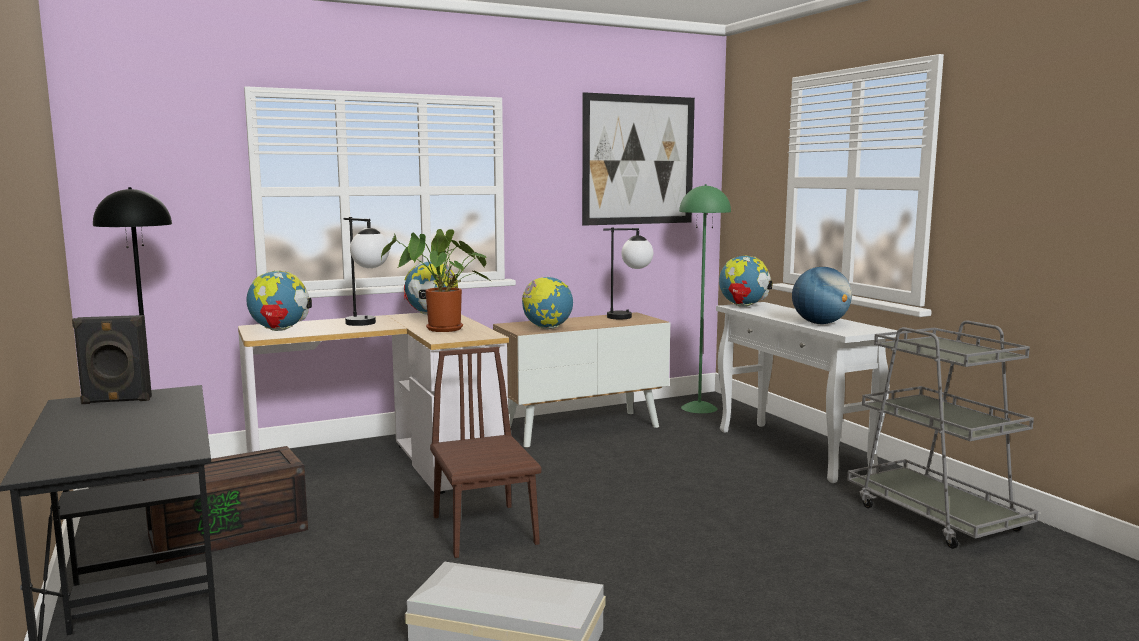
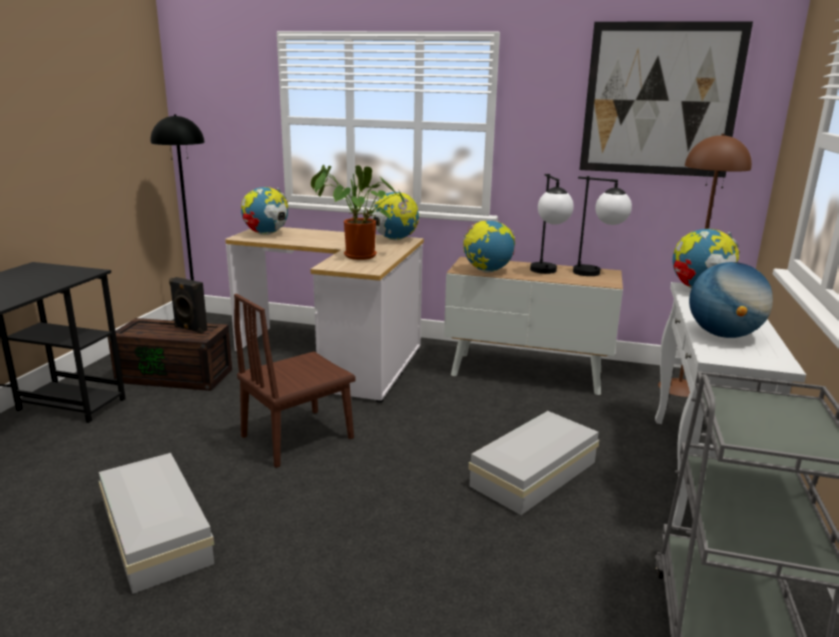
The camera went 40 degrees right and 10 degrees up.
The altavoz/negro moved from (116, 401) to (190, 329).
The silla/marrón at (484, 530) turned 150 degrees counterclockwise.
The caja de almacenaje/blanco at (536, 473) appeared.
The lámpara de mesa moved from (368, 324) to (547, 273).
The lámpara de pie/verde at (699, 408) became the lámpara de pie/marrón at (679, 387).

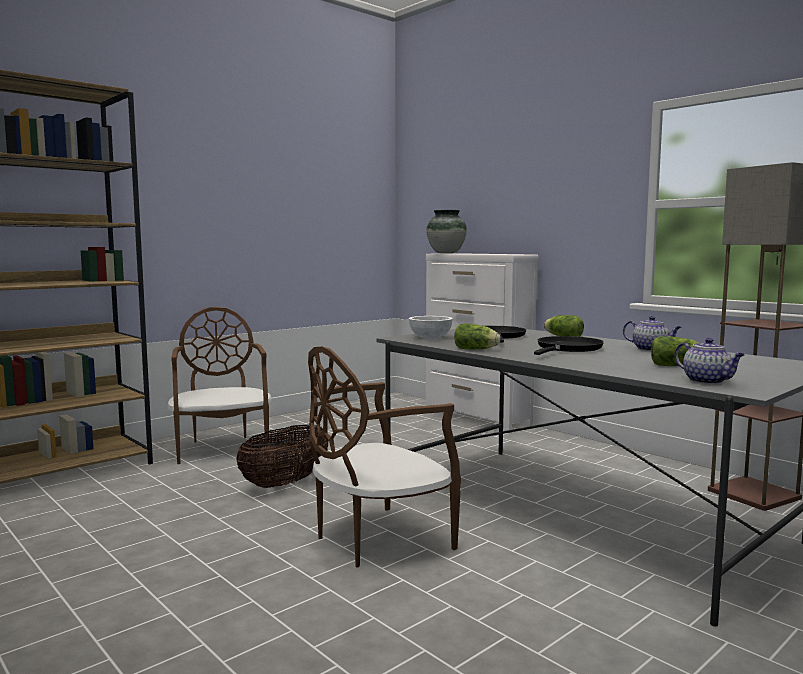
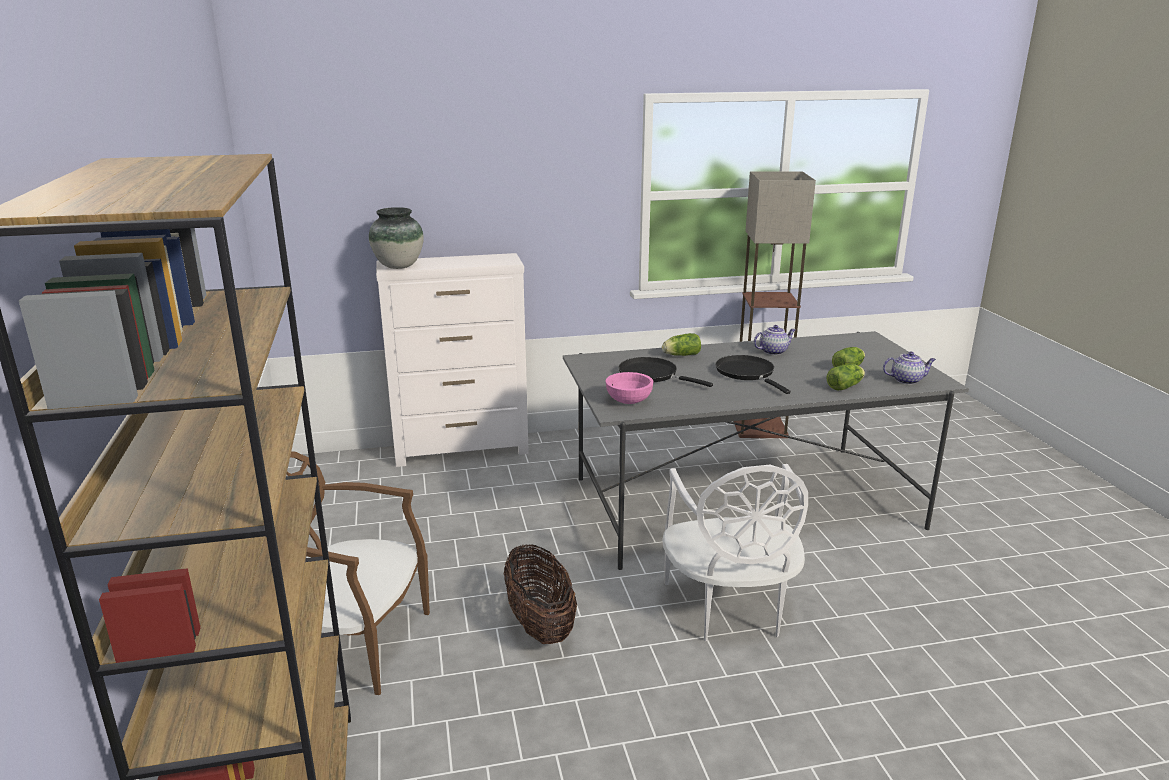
The camera went 60 degrees left and 15 degrees up.
The cuenco/blanco at (430, 338) became the cuenco/rosa at (628, 400).
The silla/marrón at (377, 539) became the silla/blanco at (729, 609).
The lechuga moved from (477, 349) to (846, 386).

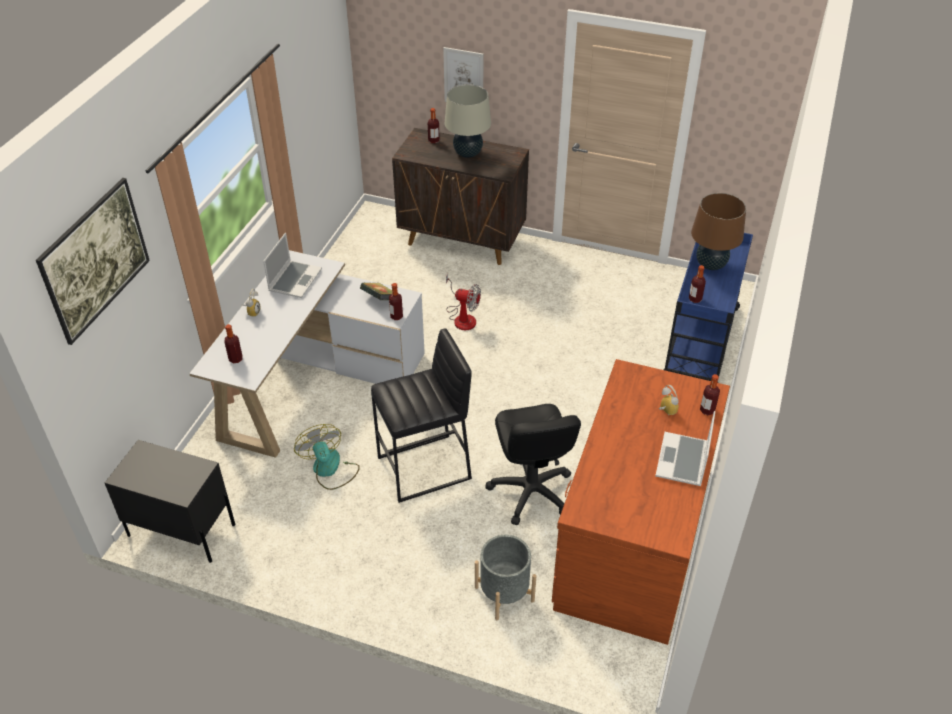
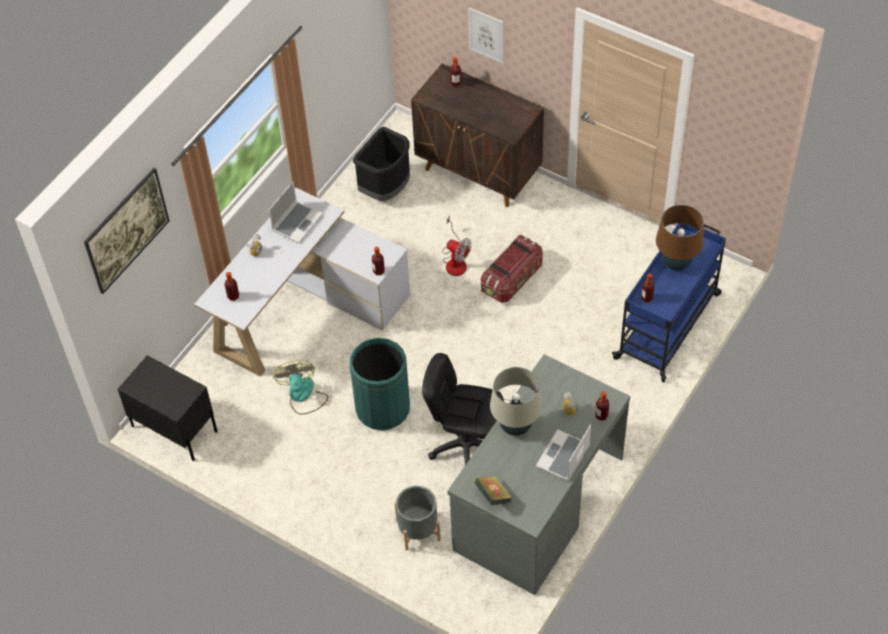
The camera went 15 degrees right and 10 degrees up.
The taburete/negro at (425, 468) was replaced by the papelera/verde at (383, 408).
The papelera/negro at (386, 189) appeared.
The silla de oficina/negro at (531, 491) turned 105 degrees clockwise.
The escritorio/marrón at (632, 539) became the escritorio/gris at (537, 504).
The libro moved from (380, 300) to (493, 496).
The caja de almacenaje at (512, 279) appeared.
The lámpara de mesa/beis moved from (468, 153) to (515, 426).

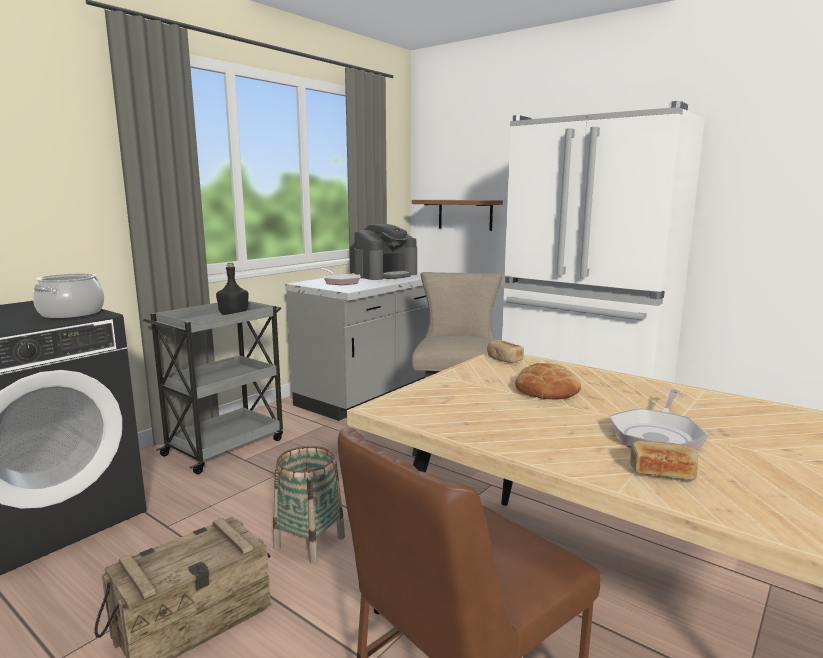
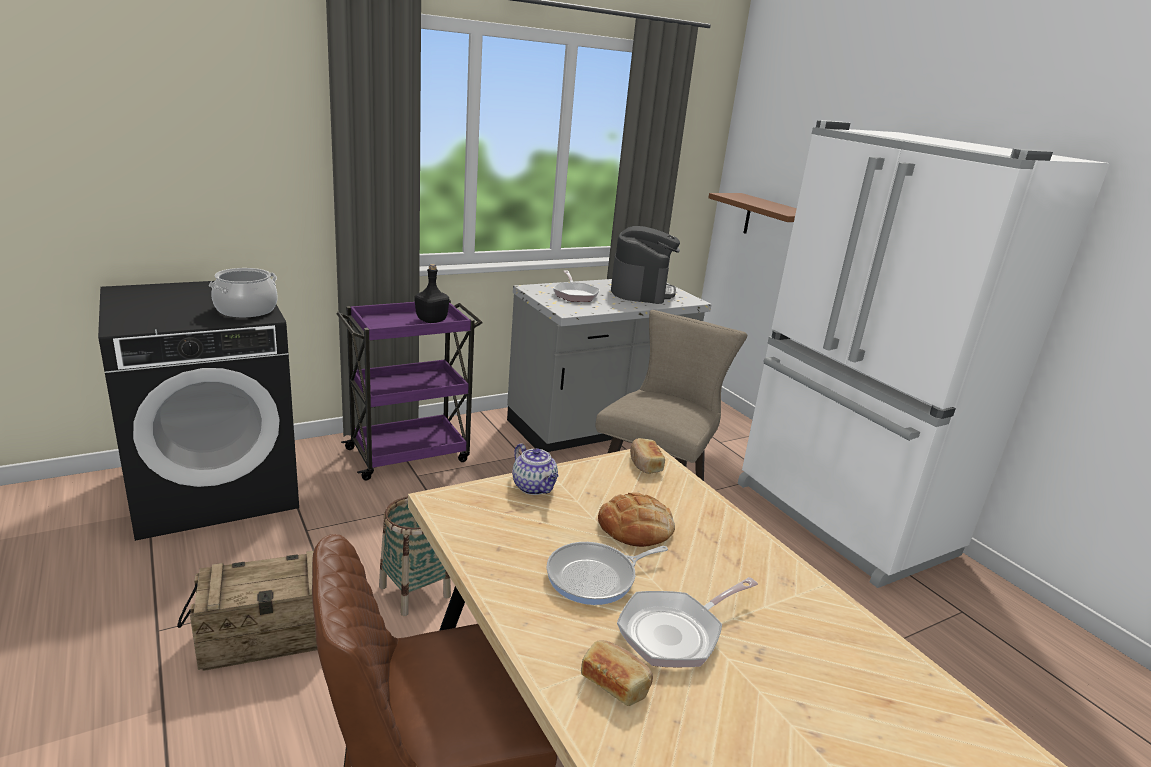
The camera went 20 degrees right and 10 degrees up.
The carrito/gris at (226, 446) became the carrito/morado at (410, 454).
The tetera at (535, 487) appeared.
The sartén at (595, 577) appeared.
The cafetera at (385, 275) turned 60 degrees counterclockwise.

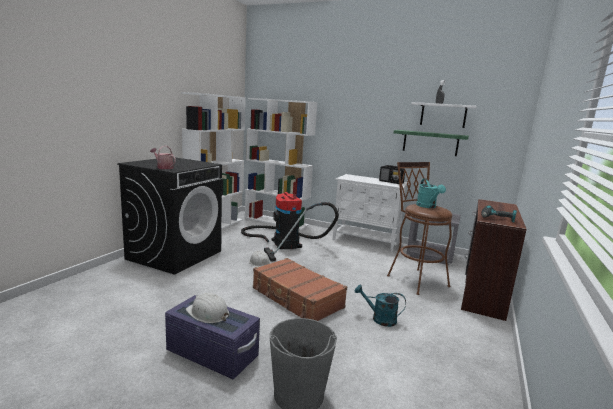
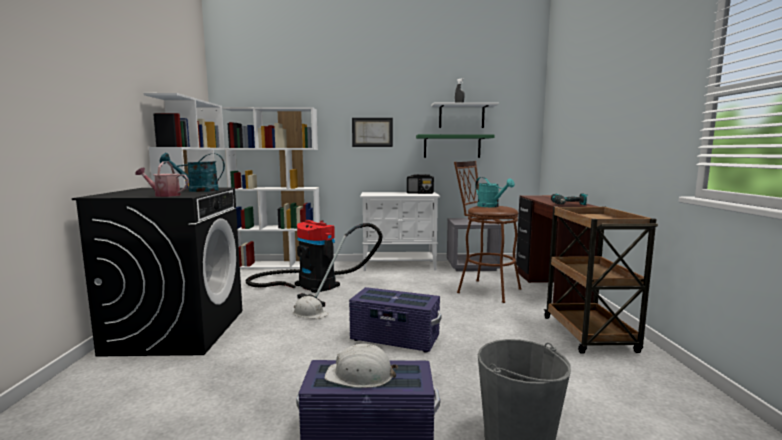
The camera went 25 degrees left and 5 degrees down.
The regadera/turquesa moved from (379, 319) to (197, 190).
The maleta/marrón at (296, 298) was replaced by the caja de almacenaje/morado at (395, 339).
The cuadro at (372, 132) appeared.
The carrito/marrón at (589, 335) appeared.

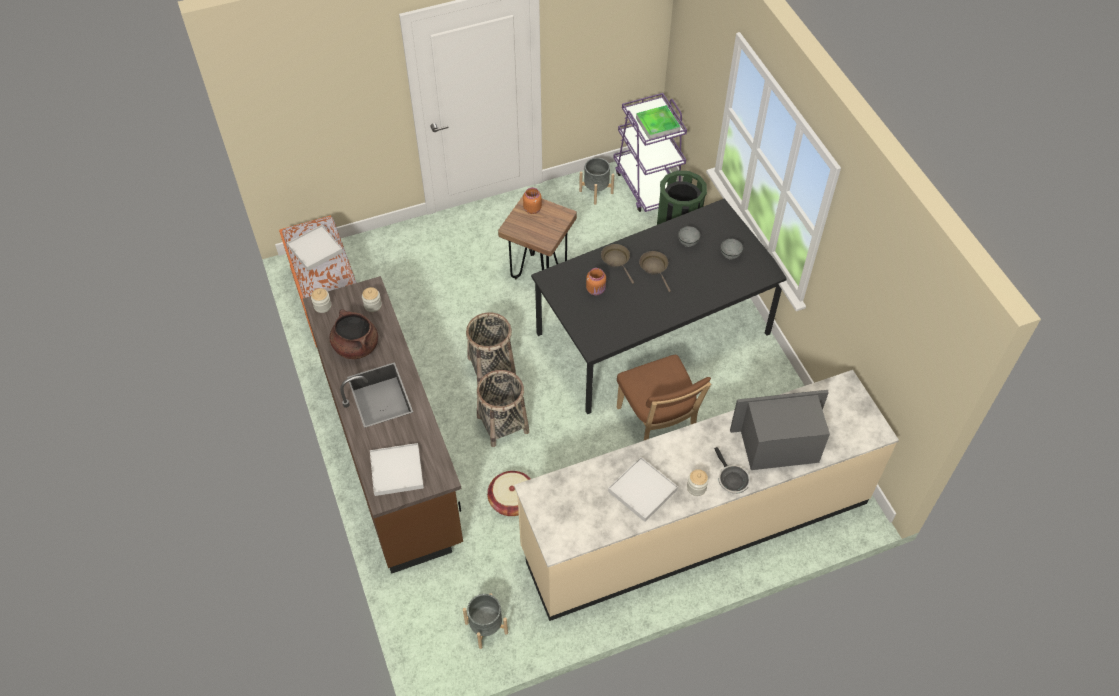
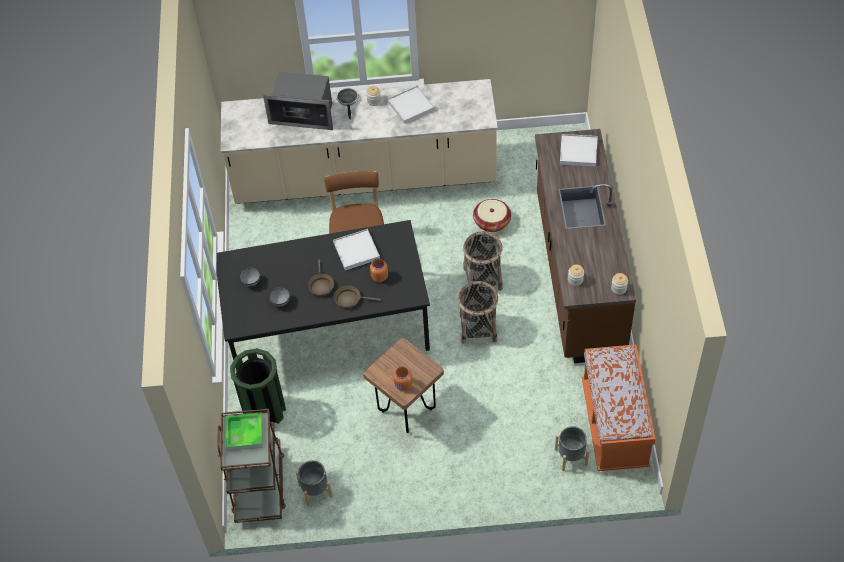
The camera went 160 degrees left and 0 degrees up.
The carrito/morado at (648, 185) became the carrito/marrón at (259, 485).
The bandeja/blanco moved from (315, 249) to (356, 251).
The sartén/marrón at (617, 261) turned 105 degrees clockwise.
The maceta/gris moved from (486, 628) to (571, 456).
The olla/marrón at (356, 346) disappeared.

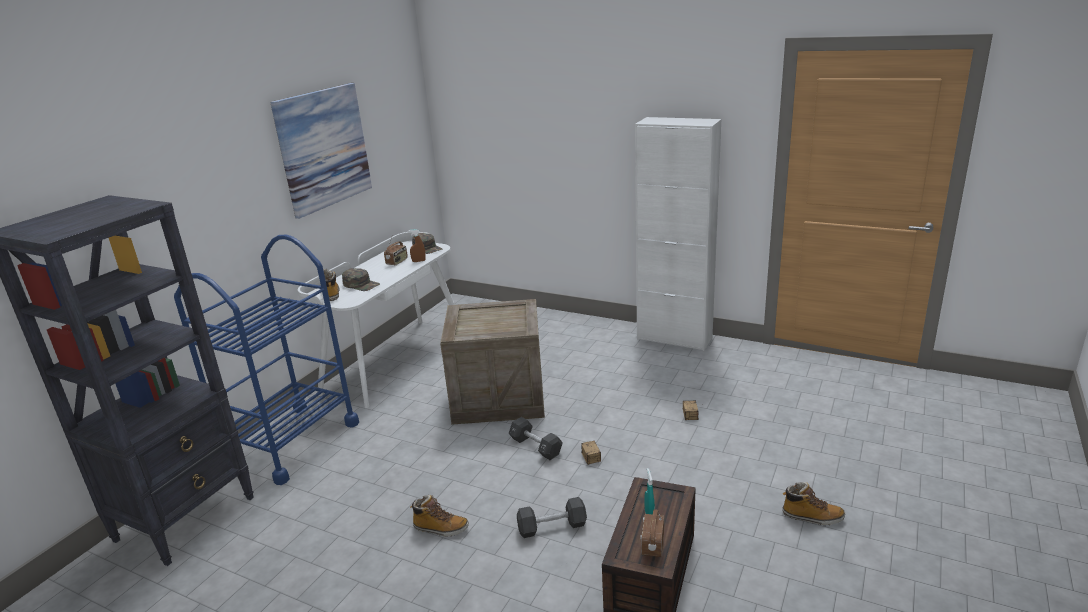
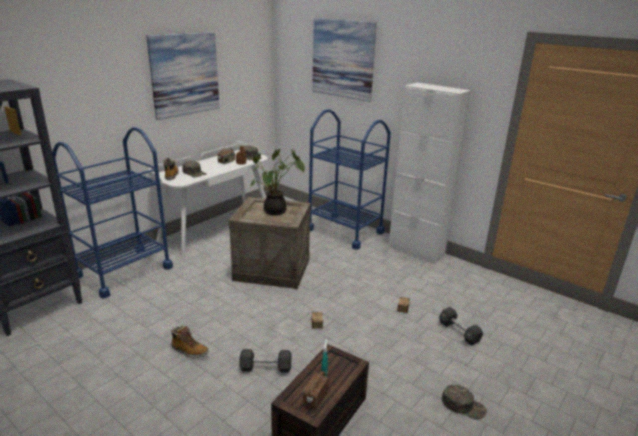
The camera went 10 degrees right and 0 degrees up.
The planta en maceta at (275, 212) appeared.
The carrito/azul at (344, 231) appeared.
The cuadro at (343, 59) appeared.
The mancuerna/negro moved from (535, 446) to (459, 332).
The bota at (812, 517) was replaced by the gorra/verde at (463, 405).

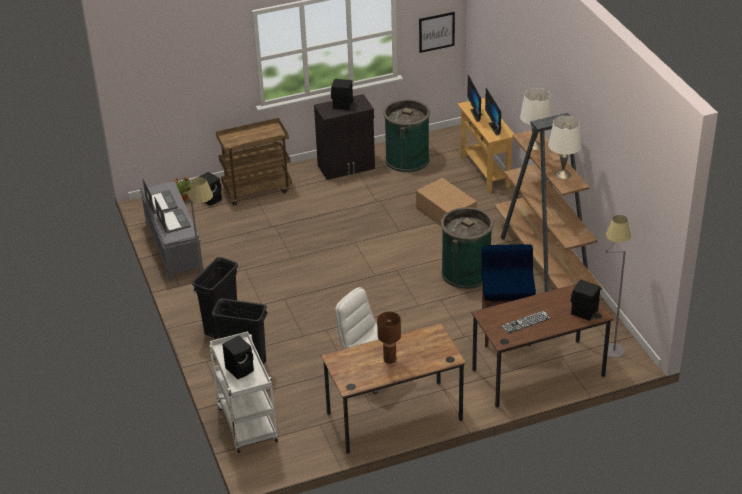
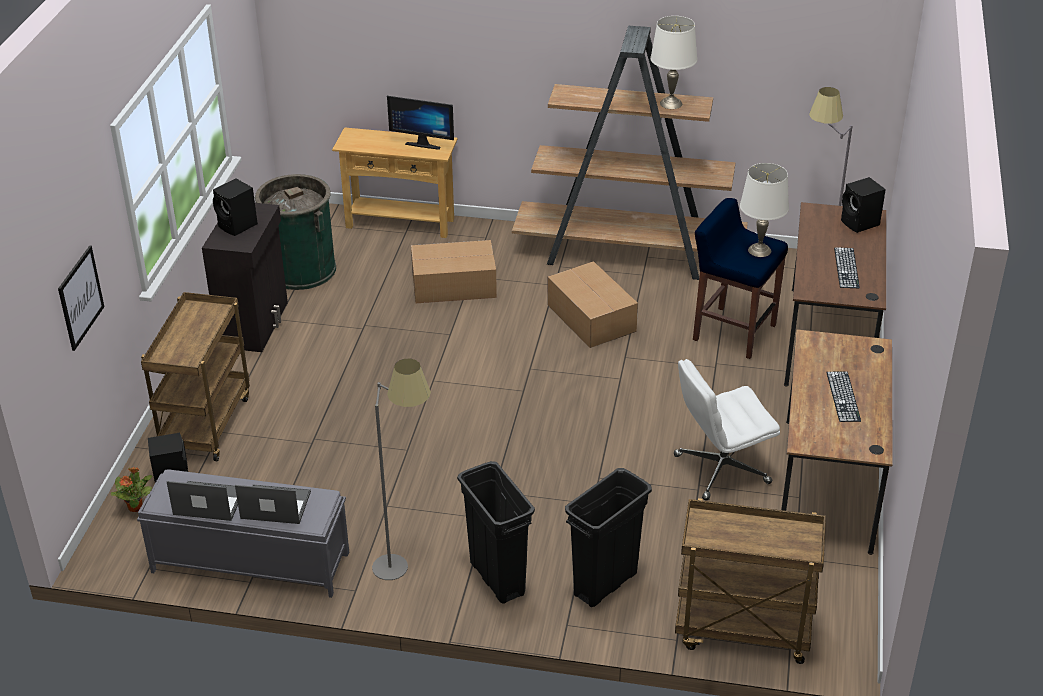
The camera went 60 degrees left and 0 degrees up.
The cuadro moved from (436, 32) to (80, 297).
The papelera/verde at (466, 273) was replaced by the caja de cartón at (591, 317).
The carrito/blanco at (246, 423) became the carrito/marrón at (741, 632).
The lámpara de mesa/blanco moved from (534, 145) to (759, 250).
The lámpara de mesa/marrón at (389, 360) was replaced by the teclado at (843, 396).
The altavoz/negro at (240, 369) disappeared.
The monitor at (478, 115) disappeared.

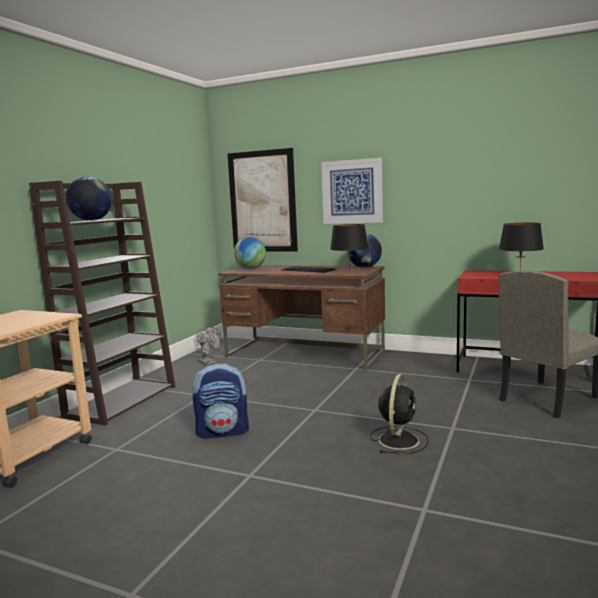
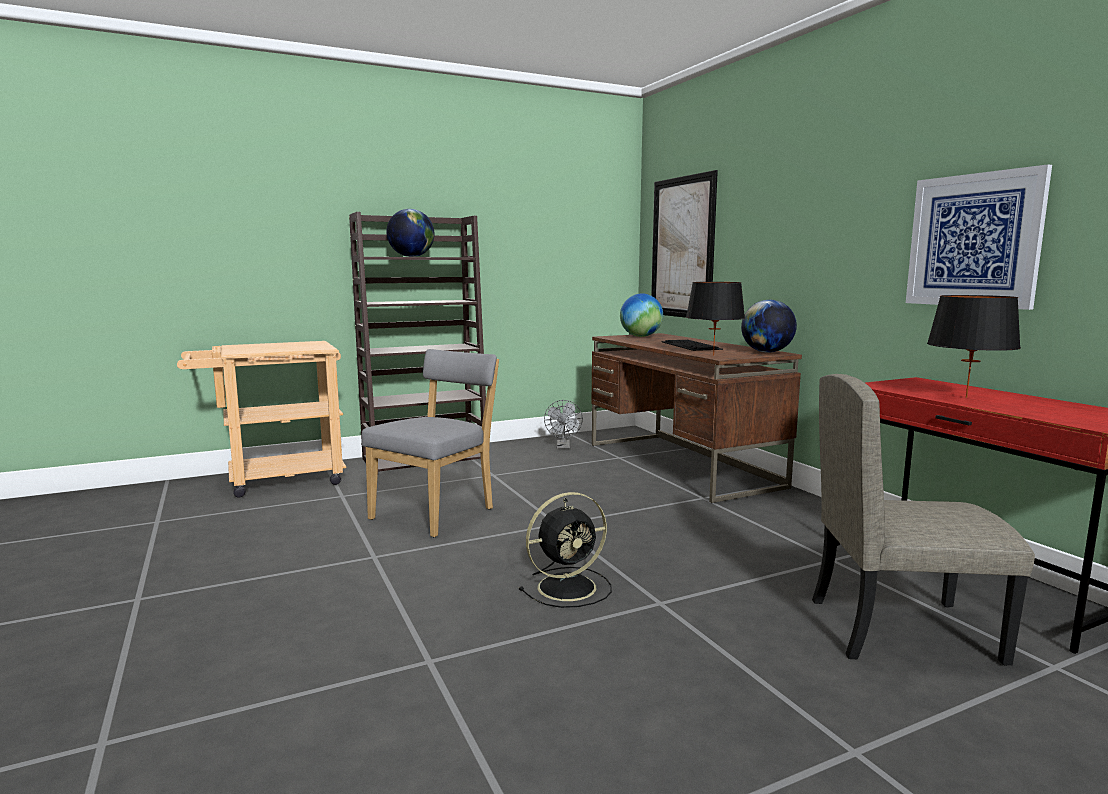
The camera went 40 degrees right and 0 degrees up.
The mochila at (223, 432) was replaced by the silla/gris at (437, 512).
The cuadro moved from (352, 191) to (973, 240).

